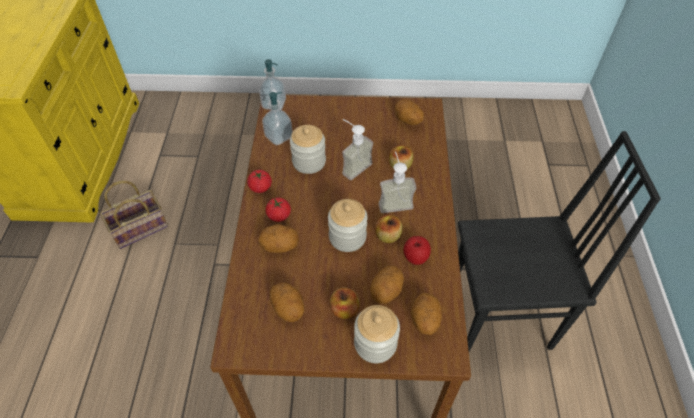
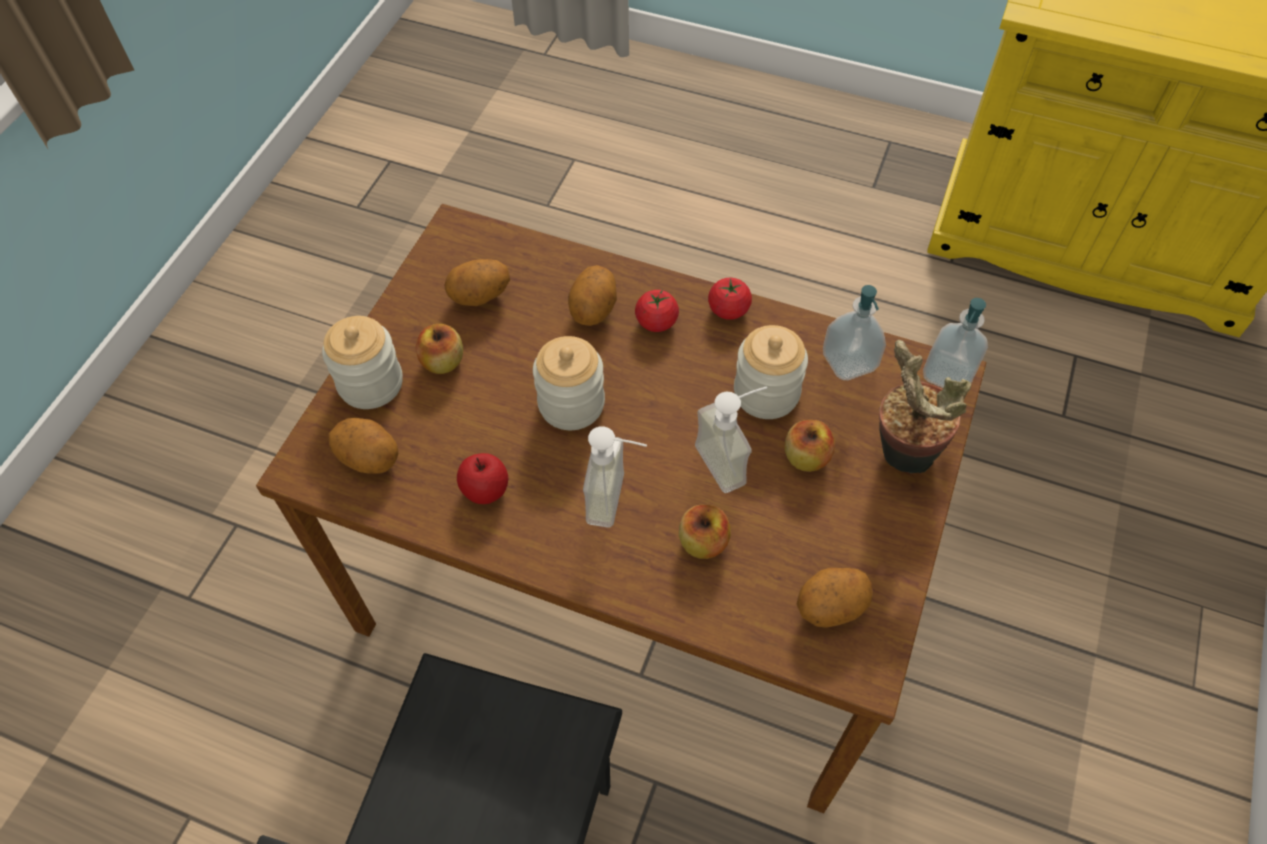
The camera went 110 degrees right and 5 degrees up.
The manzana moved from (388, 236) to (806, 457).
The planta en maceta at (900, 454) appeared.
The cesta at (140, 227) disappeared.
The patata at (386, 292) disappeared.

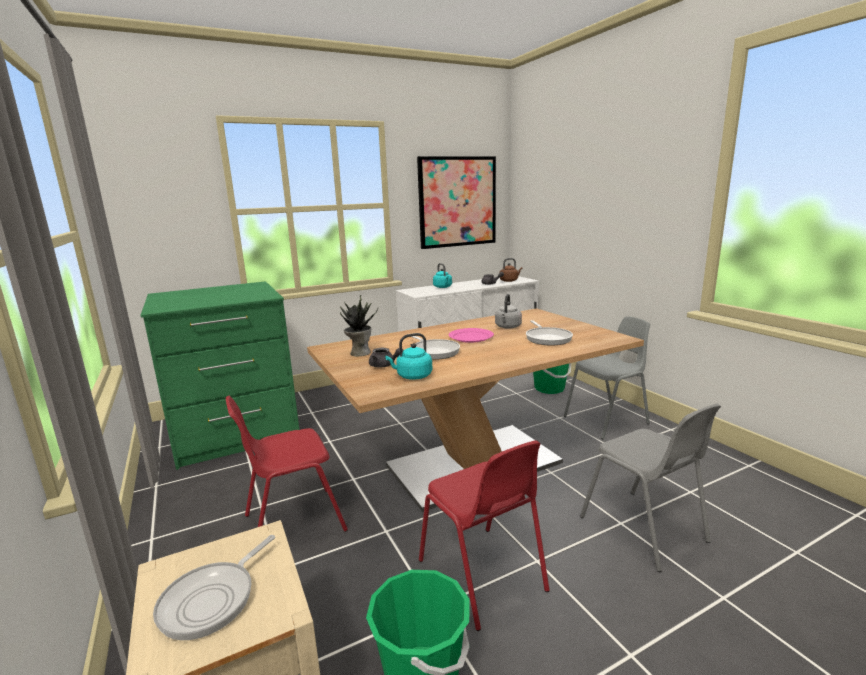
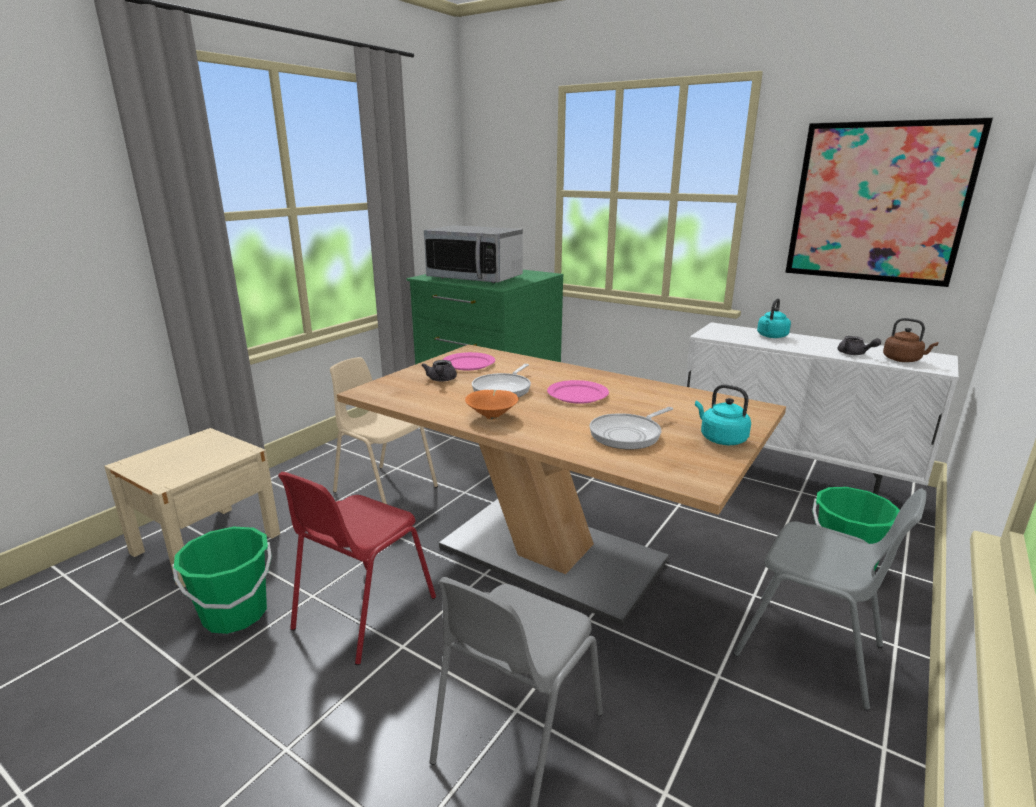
The camera went 60 degrees right and 5 degrees up.
The silla/rojo at (293, 522) became the silla/beis at (384, 489).
The microondas at (475, 278) appeared.
The planta en maceta at (359, 353) was replaced by the plato/rosa at (469, 363).
The cuenco/naranja at (492, 416) appeared.
The hervidor/turquesa moved from (412, 376) to (720, 439).
The sartén at (212, 600) disappeared.
The hervidor/gris at (507, 327) disappeared.

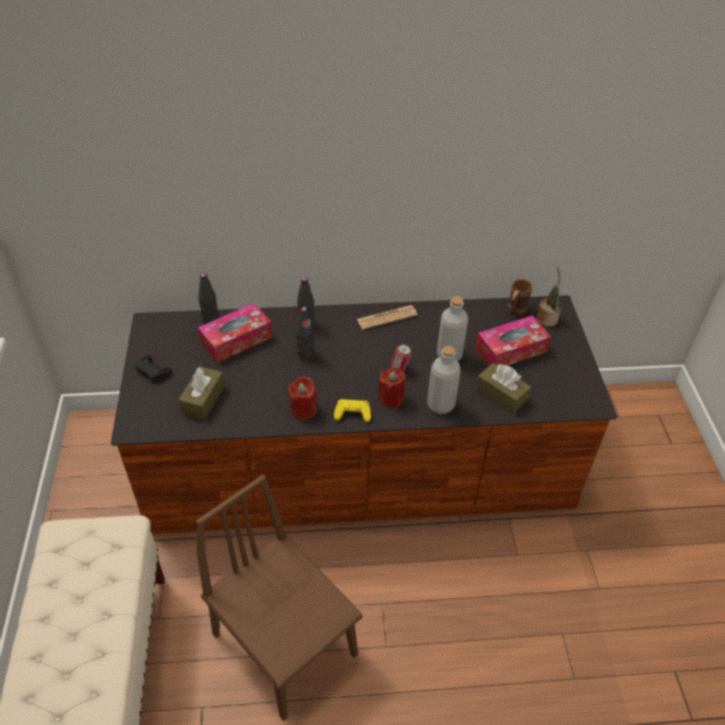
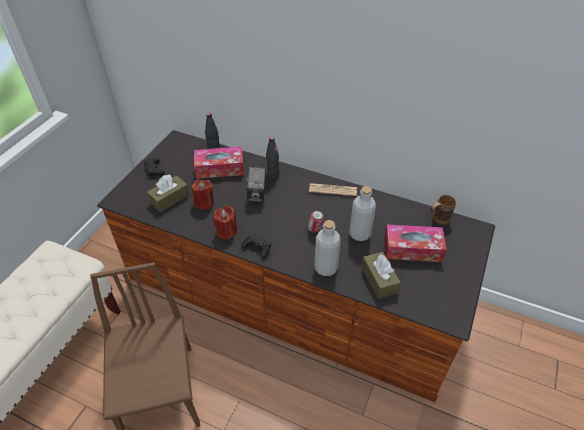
The camera went 30 degrees right and 0 degrees up.
The vela/rojo moved from (391, 398) to (204, 203).
The mando de consola/amarillo at (352, 413) became the mando de consola/negro at (257, 248).
The botella/negro at (306, 354) was replaced by the cámara at (257, 194).
The planta en maceta at (547, 318) disappeared.

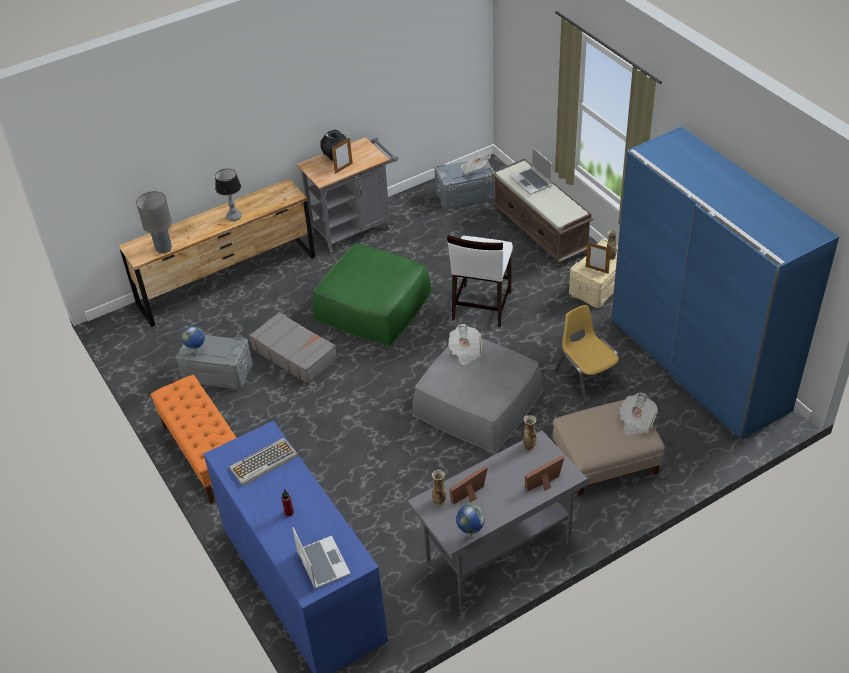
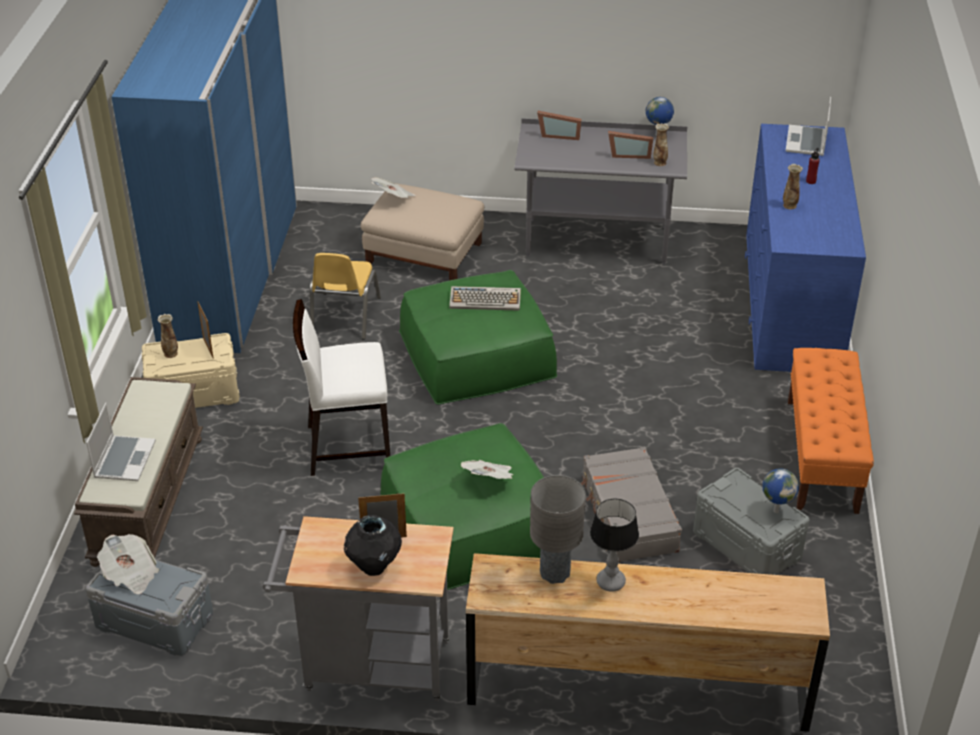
The camera went 145 degrees left and 5 degrees down.
The silla/blanco at (481, 306) turned 150 degrees counterclockwise.
The puf/gris at (478, 402) became the puf/verde at (477, 353).
The teclado moved from (263, 463) to (486, 299).
The periódico moved from (465, 351) to (489, 479).
The lámpara de mesa/gris moved from (164, 248) to (554, 573).
The florero moved from (529, 445) to (789, 206).

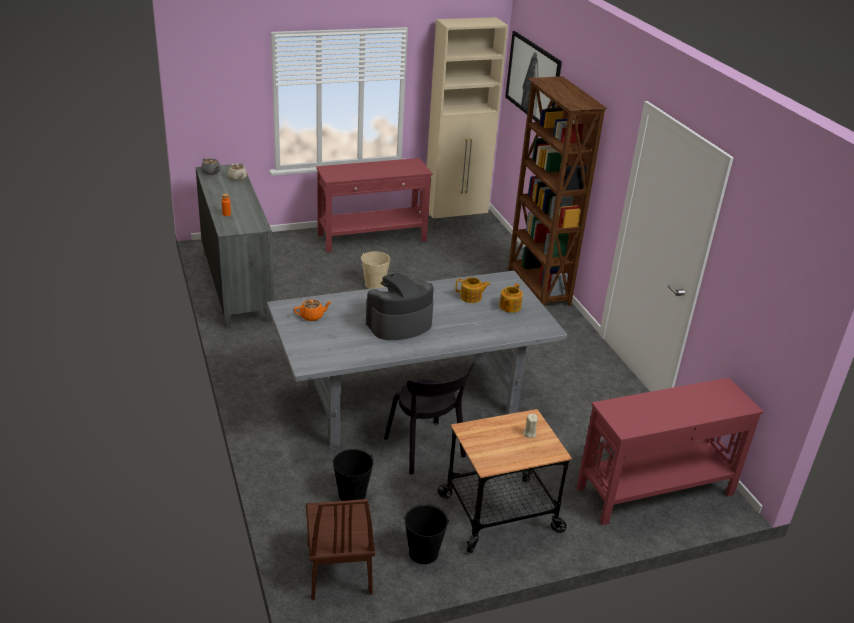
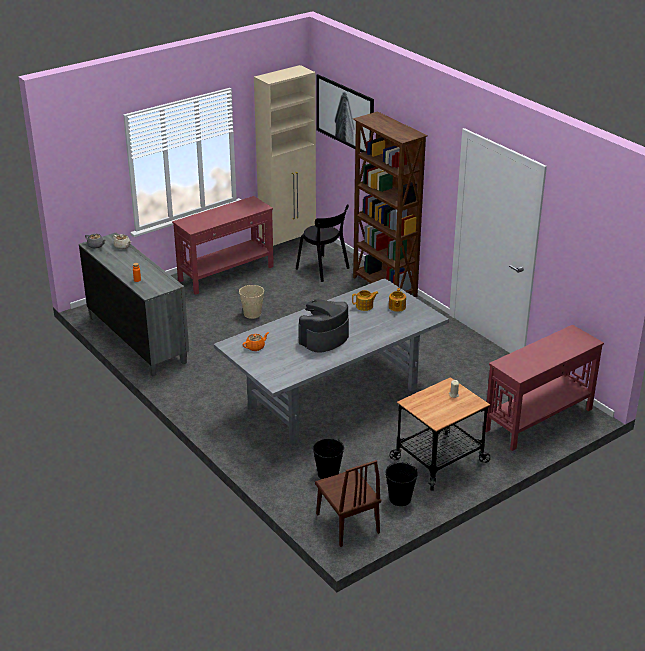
The camera went 15 degrees left and 0 degrees up.
The silla/negro moved from (426, 450) to (324, 269).

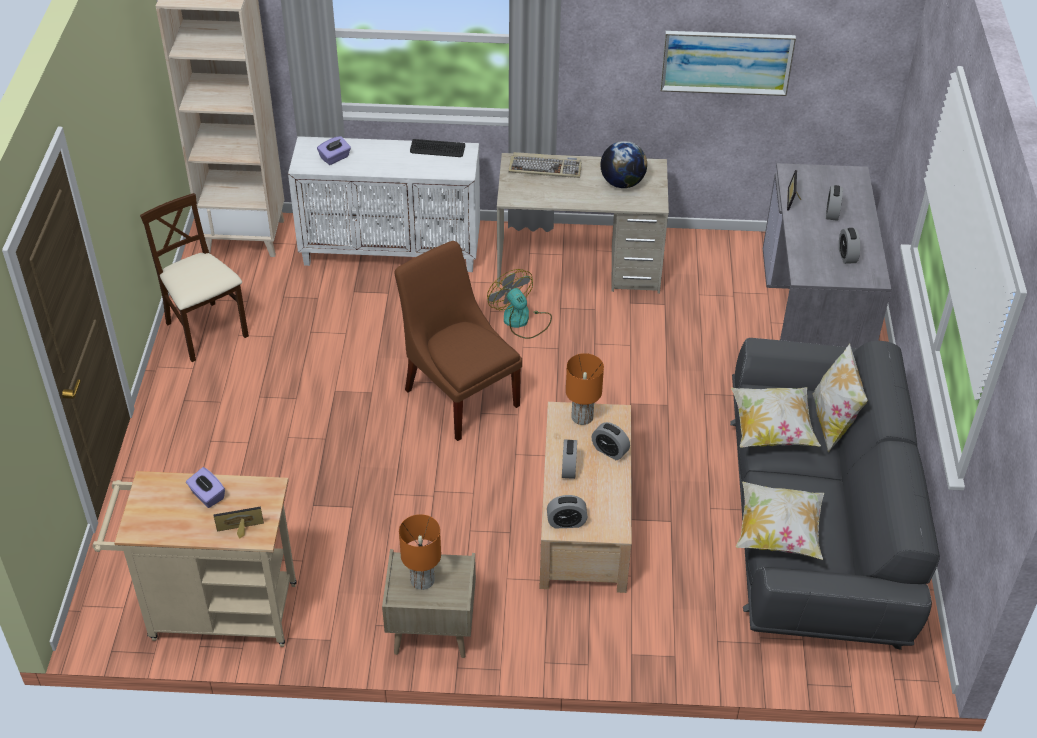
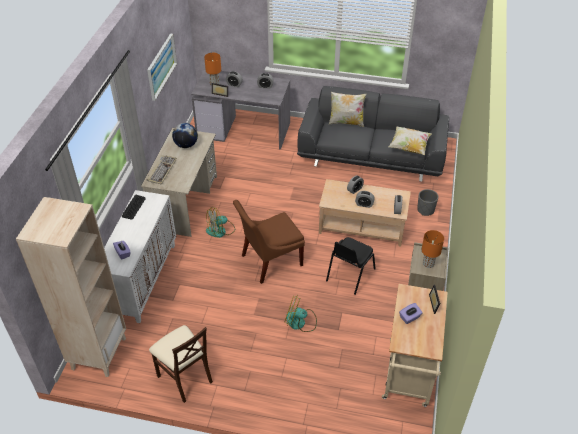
The camera went 80 degrees left and 0 degrees up.
The silla/beis at (206, 331) turned 105 degrees counterclockwise.
The lámpara de mesa/naranja moved from (582, 417) to (214, 83).
The ventilador at (300, 322) appeared.
The silla/negro at (349, 275) appeared.
The maceta/gris at (425, 210) appeared.
The cojín at (772, 430) disappeared.

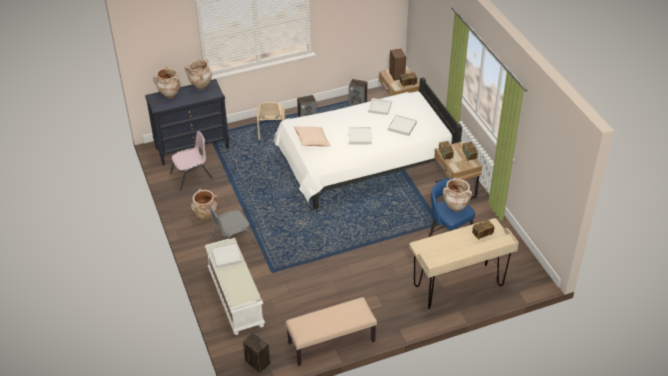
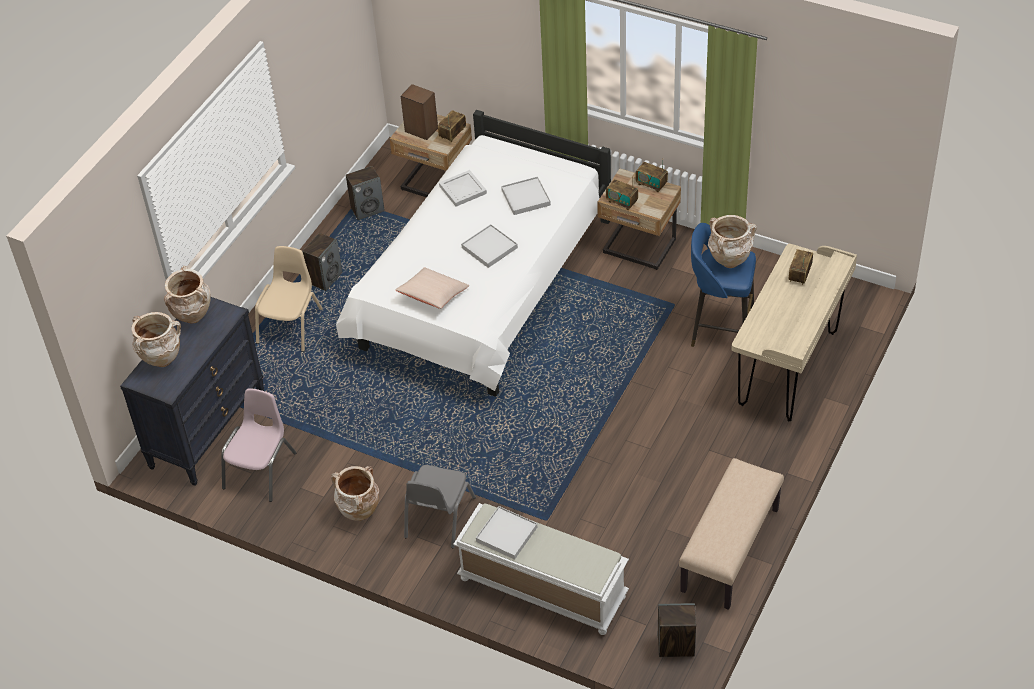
The camera went 40 degrees left and 5 degrees up.
The silla/beis at (271, 129) turned 120 degrees counterclockwise.

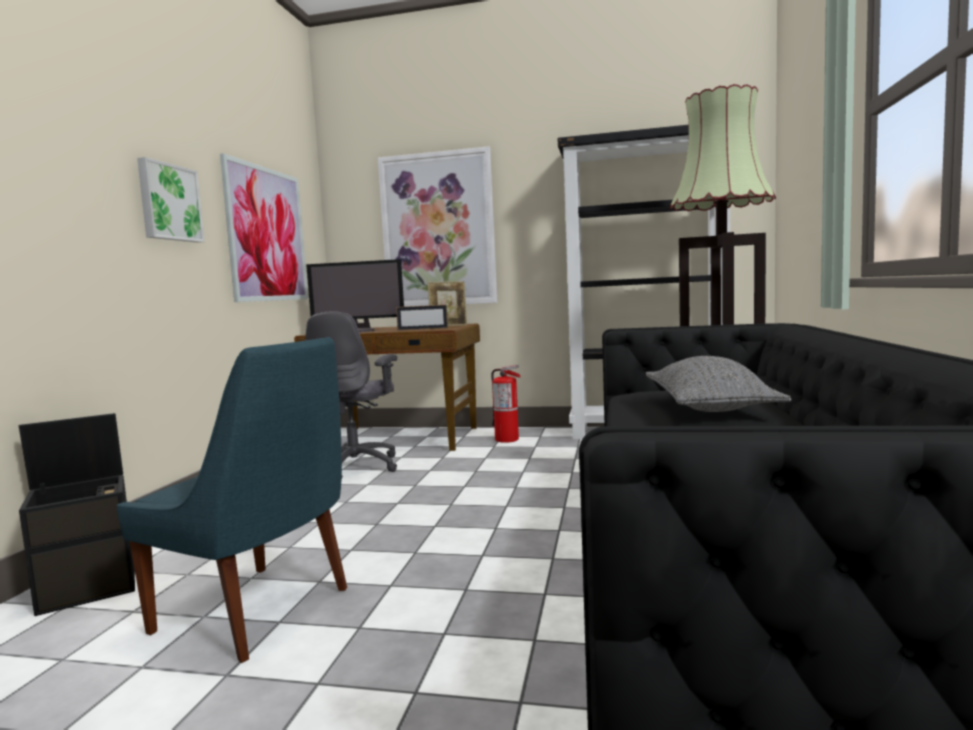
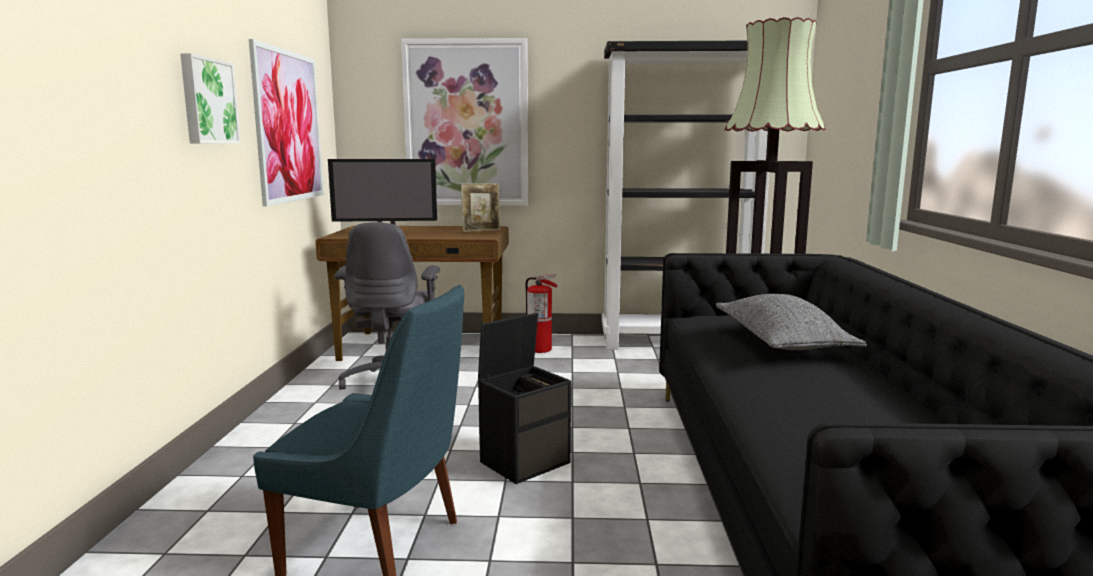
The camera went 10 degrees left and 5 degrees up.
The caja de almacenaje/negro moved from (91, 587) to (525, 461).
The portarretratos at (422, 329) disappeared.

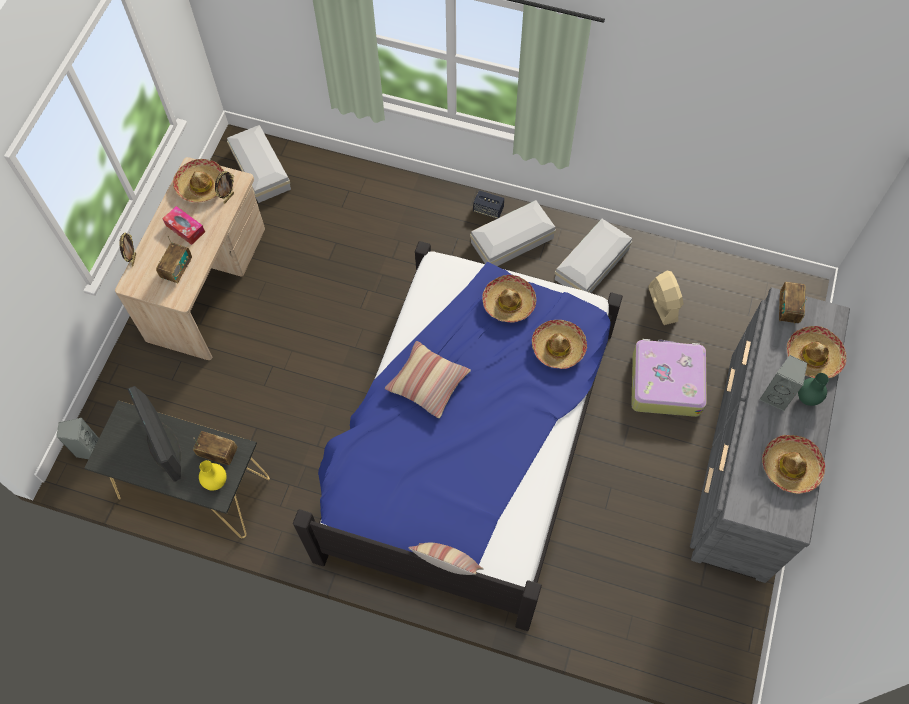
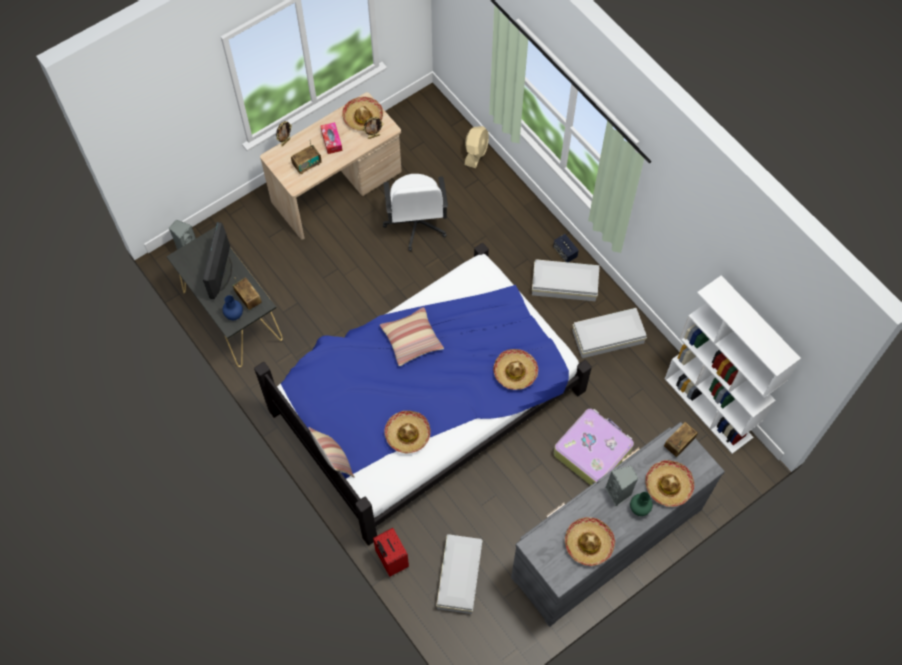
The camera went 35 degrees right and 0 degrees up.
The florero/amarillo at (216, 481) became the florero/azul at (235, 315).
The maleta/rojo at (391, 560) appeared.
The silla de oficina/blanco at (416, 224) appeared.
The sombrero moved from (509, 303) to (407, 434).
The caja de almacenaje/blanco moved from (261, 168) to (460, 575).
The ventilador/beis moved from (662, 304) to (476, 153).
The estantería/blanco at (709, 408) appeared.

